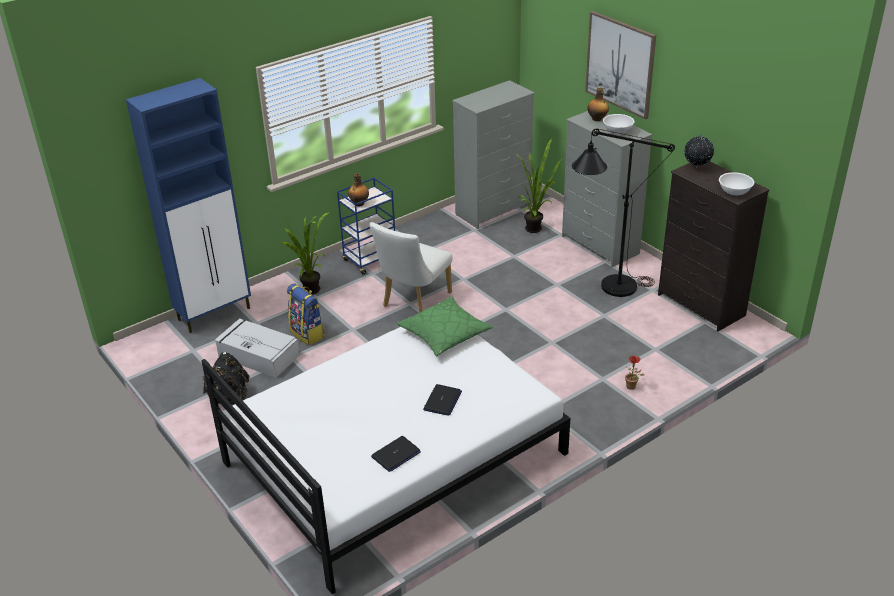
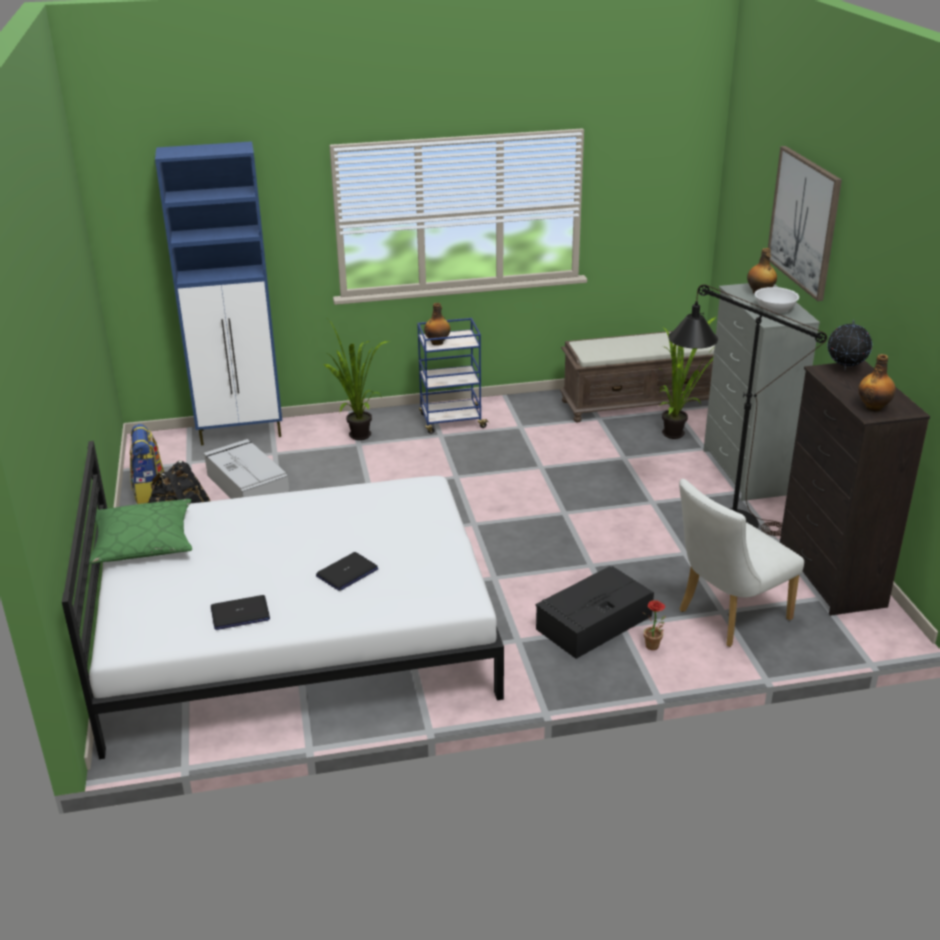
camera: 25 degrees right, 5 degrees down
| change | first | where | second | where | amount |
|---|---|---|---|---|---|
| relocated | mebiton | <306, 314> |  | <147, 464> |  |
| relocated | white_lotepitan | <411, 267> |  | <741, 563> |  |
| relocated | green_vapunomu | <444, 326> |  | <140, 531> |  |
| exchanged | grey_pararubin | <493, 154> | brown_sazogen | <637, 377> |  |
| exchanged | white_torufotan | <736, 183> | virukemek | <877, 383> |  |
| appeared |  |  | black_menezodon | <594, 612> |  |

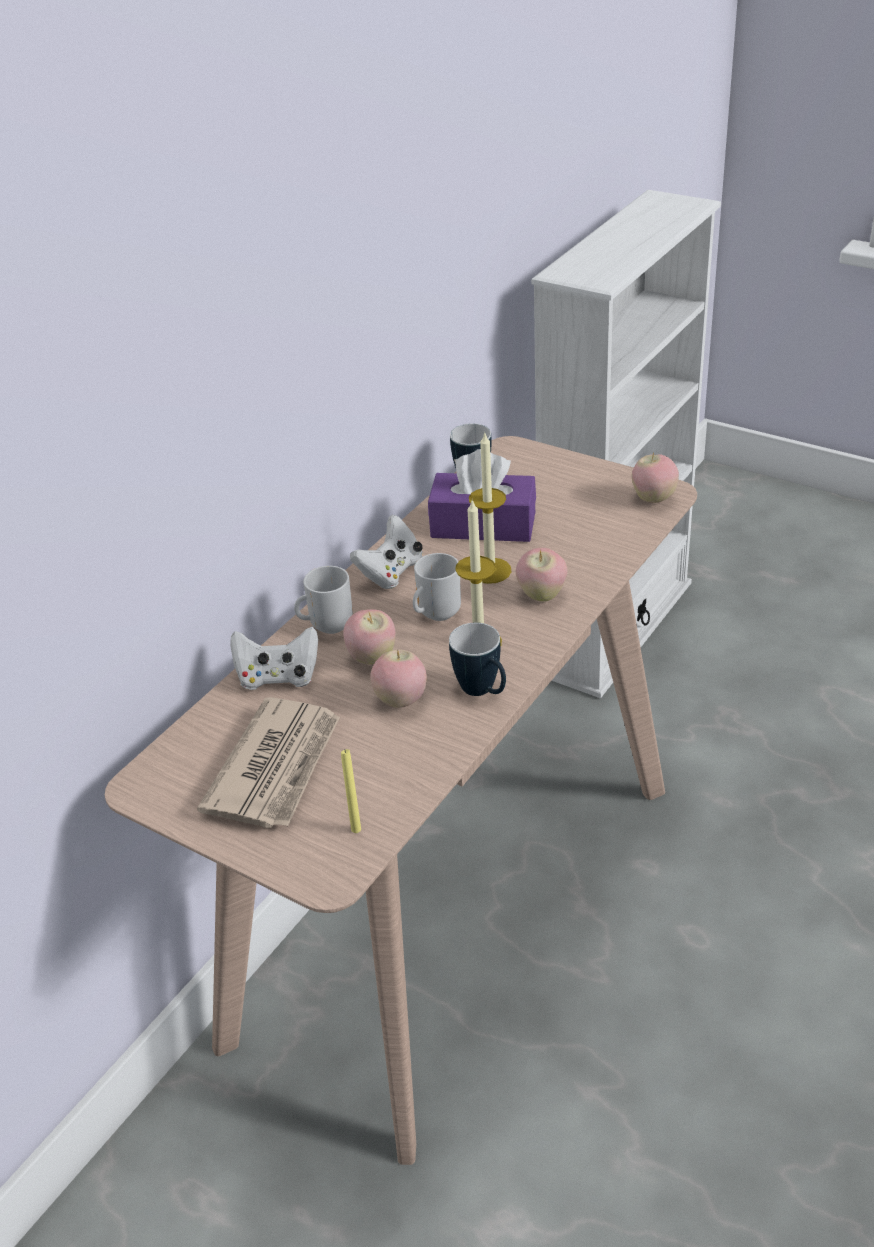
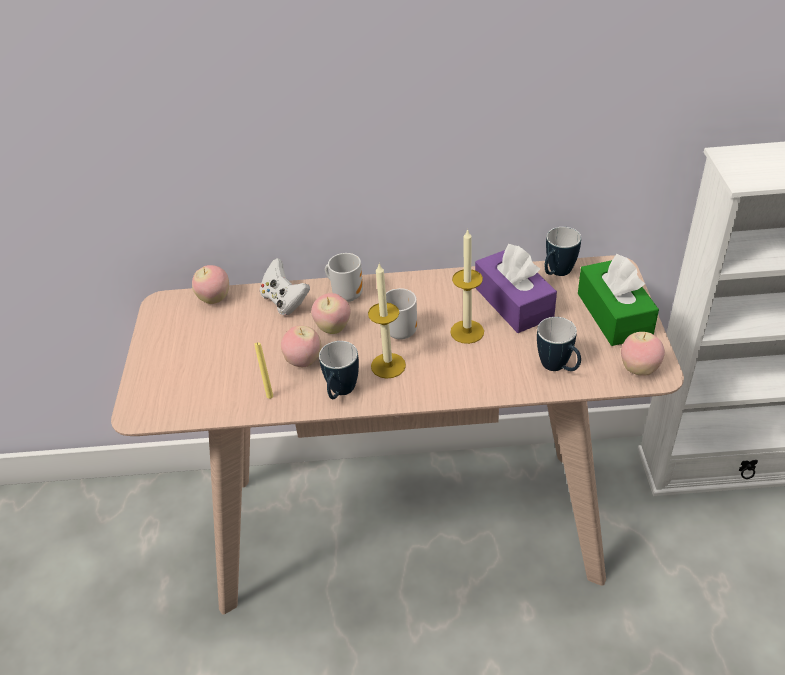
camera: 55 degrees right, 5 degrees up
| change | first | where | second | where | amount |
|---|---|---|---|---|---|
| missing | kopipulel | <268, 762> |  |  |  |
| relocated | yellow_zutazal | <351, 791> |  | <263, 371> |  |
| missing | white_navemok | <386, 552> |  |  |  |
| relocated | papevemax | <542, 575> |  | <210, 284> |  |
| appeared |  |  | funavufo | <559, 344> |  |
| appeared |  |  | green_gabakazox | <618, 300> |  |

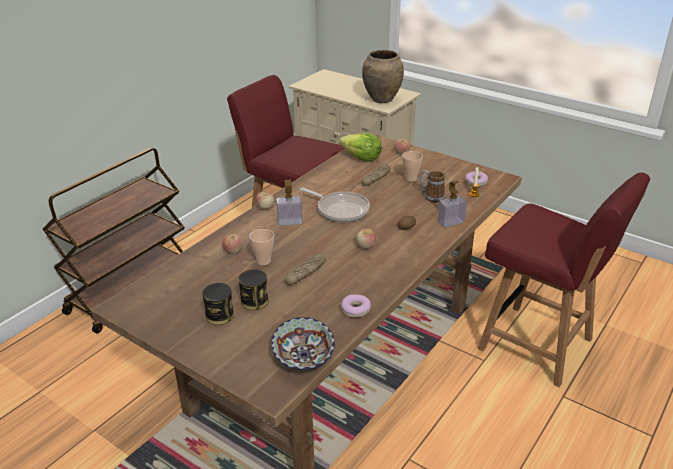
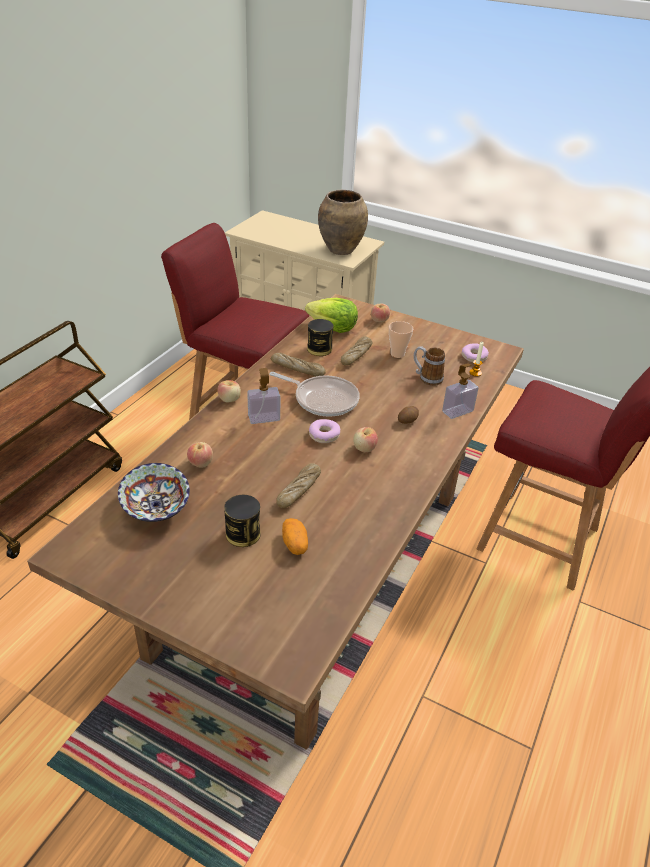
camera: 10 degrees left, 5 degrees up
| change | first | where | second | where | amount |
|---|---|---|---|---|---|
| relocated | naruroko | <218, 304> |  | <320, 337> |  |
| missing | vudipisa | <261, 247> |  |  |  |
| relocated | torufotan | <303, 343> |  | <154, 492> |  |
| relocated | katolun | <356, 306> |  | <324, 431> |  |
| appeared |  |  | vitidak | <298, 364> |  |
| appeared |  |  | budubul | <295, 536> |  |

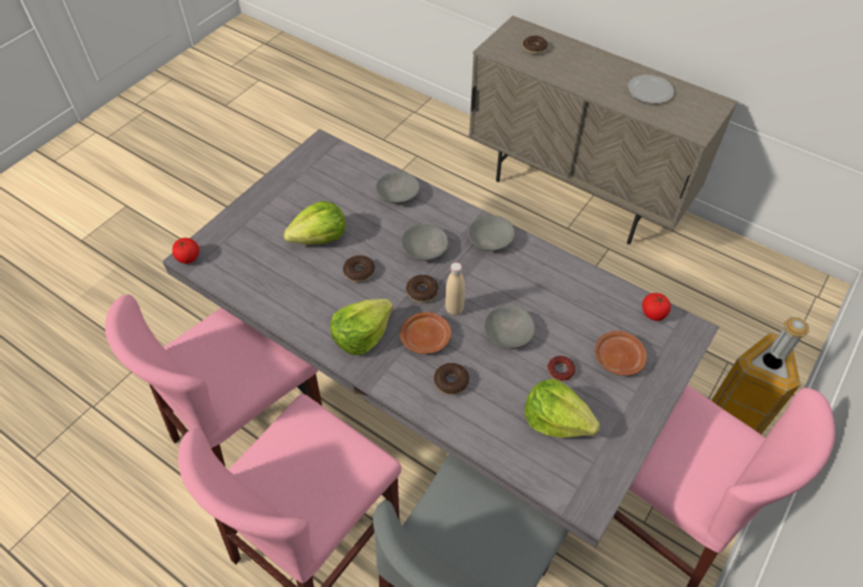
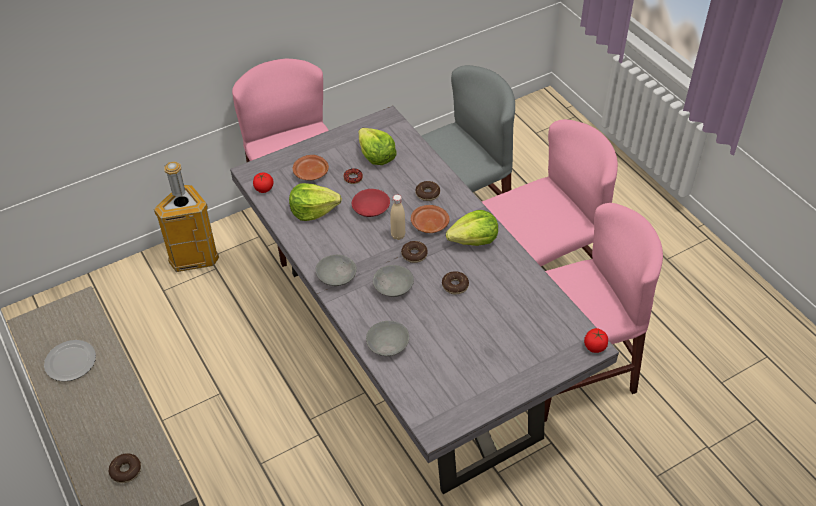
camera: 155 degrees left, 5 degrees down
| change | first | where | second | where | amount |
|---|---|---|---|---|---|
| relocated | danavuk | <315, 223> |  | <315, 202> |  |
| colour | grey_torufotan | <509, 327> | red_torufotan | <371, 203> |  |

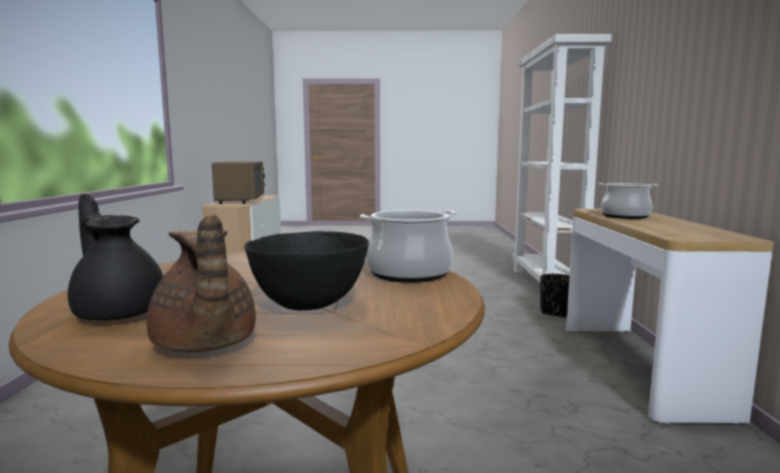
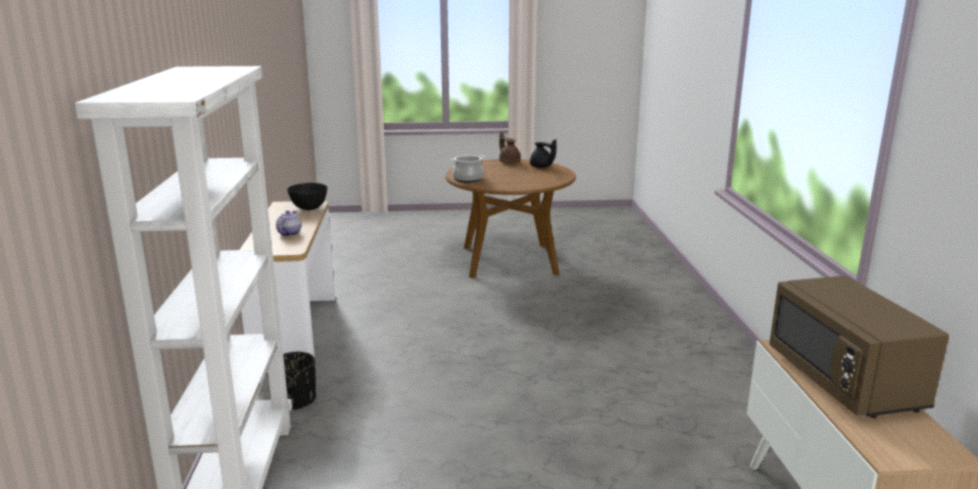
camera: 175 degrees right, 10 degrees up
| change | first | where | second | where | amount |
|---|---|---|---|---|---|
| relocated | black_torufotan | <306, 271> |  | <307, 196> |  |
| exchanged | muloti | <628, 201> | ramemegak | <288, 223> |  |

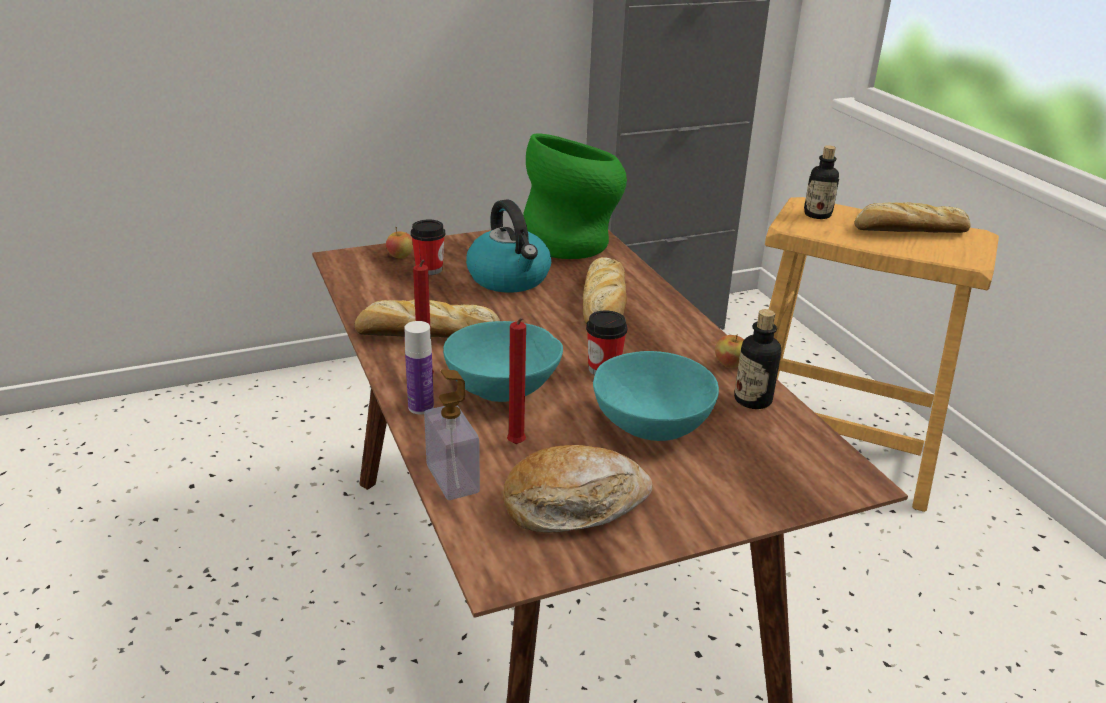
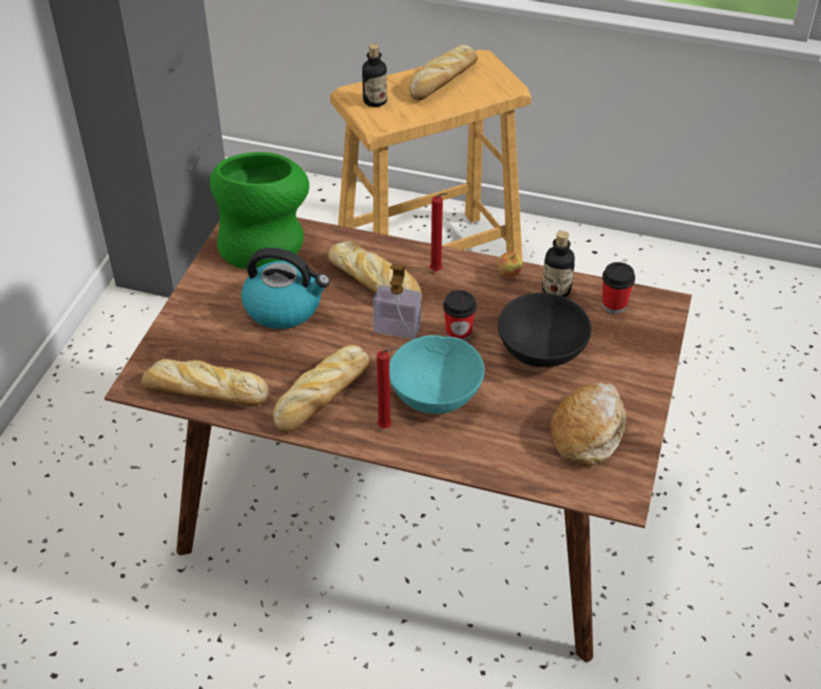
camera: 50 degrees left, 15 degrees up
| change | first | where | second | where | amount |
|---|---|---|---|---|---|
| missing | papevemax | <399, 243> |  |  |  |
| missing | virukemek | <419, 367> |  |  |  |
| relocated | vudipisa | <428, 247> |  | <618, 288> |  |
| relocated | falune | <452, 434> |  | <397, 301> |  |
| relocated | red_zutazal | <516, 381> |  | <439, 232> |  |
| colour | turquoise_torufotan | <656, 396> | black_torufotan | <544, 329> |  |
| appeared |  |  | vitidak | <205, 382> |  |

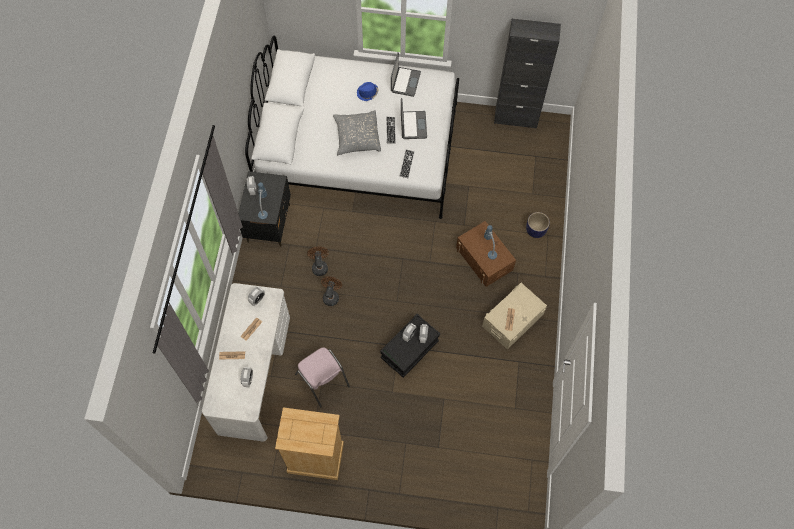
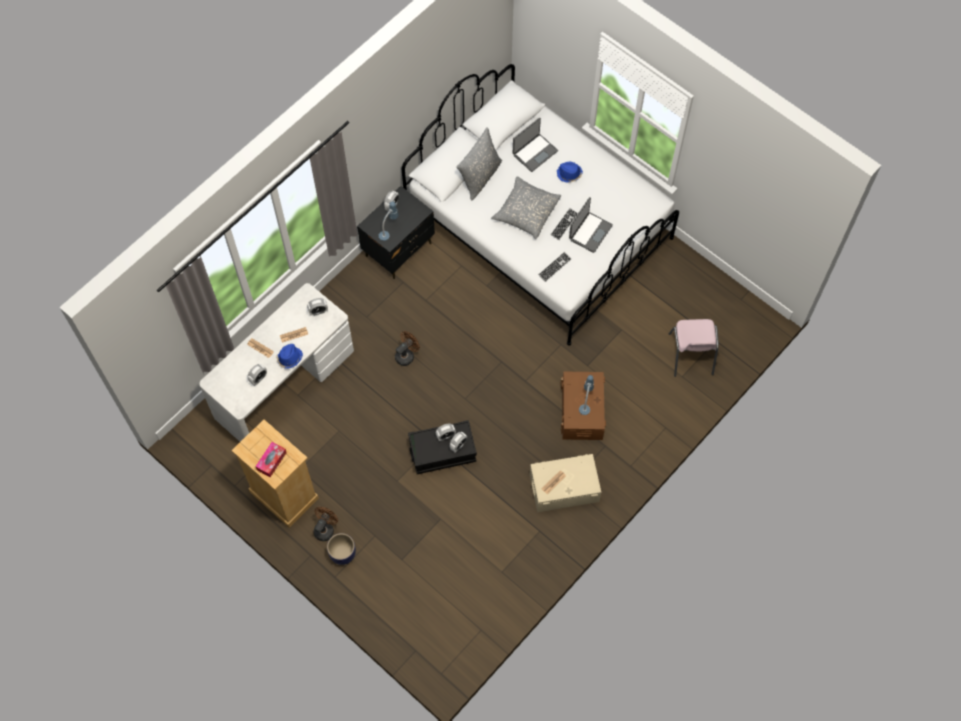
camera: 35 degrees right, 0 degrees up
| change | first | where | second | where | amount |
|---|---|---|---|---|---|
| relocated | pink_lotepitan | <322, 377> |  | <693, 348> |  |
| relocated | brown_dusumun | <318, 261> |  | <326, 524> |  |
| relocated | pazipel | <406, 74> |  | <535, 145> |  |
| missing | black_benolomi | <527, 74> |  |  |  |
| relocated | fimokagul | <538, 225> |  | <341, 549> |  |
| appeared |  |  | gabakazox | <271, 459> |  |
| appeared |  |  | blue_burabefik | <289, 356> |  |
| appeared |  |  | grey_vapunomu | <479, 163> |  |

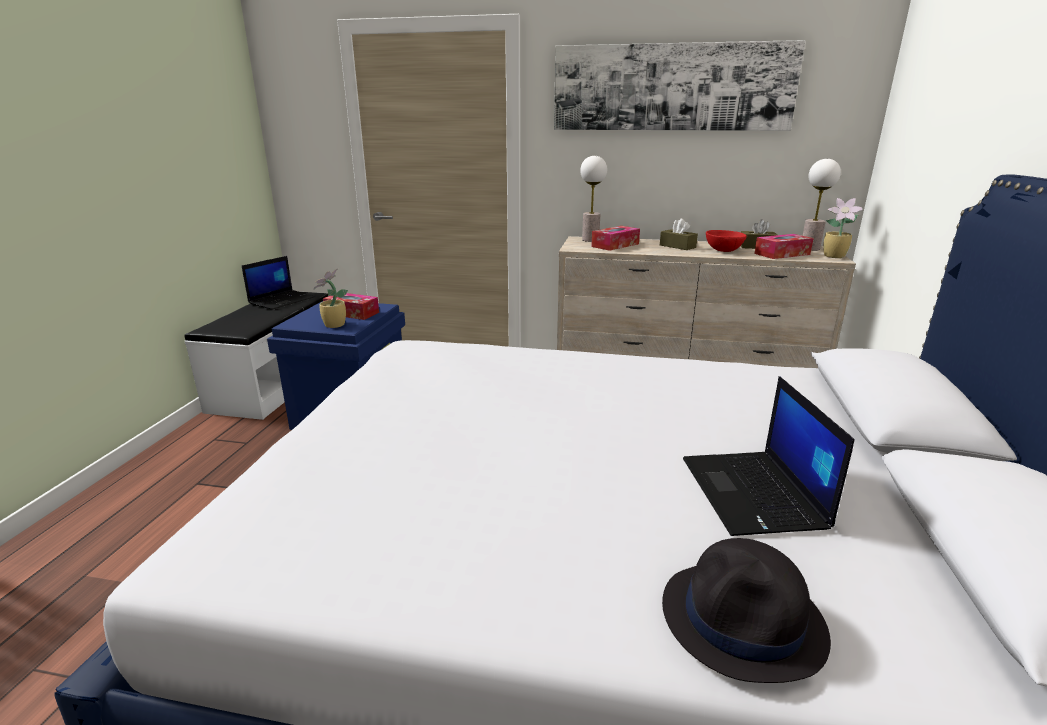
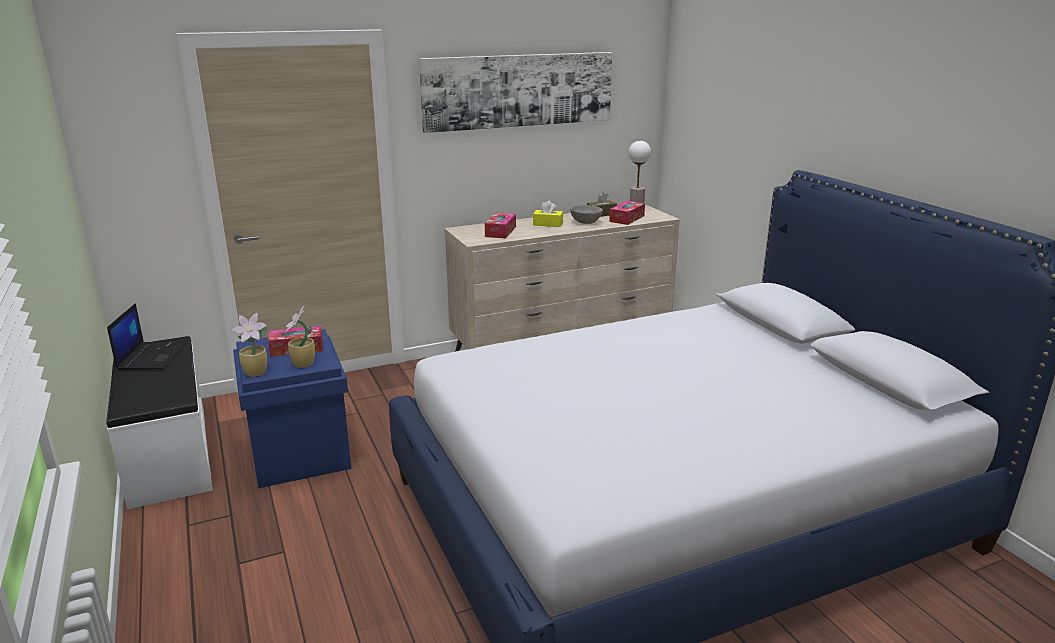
camera: 35 degrees left, 0 degrees up
| change | first | where | second | where | amount |
|---|---|---|---|---|---|
| missing | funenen | <593, 199> |  |  |  |
| colour | brown_gabakazox | <679, 234> | yellow_gabakazox | <548, 214> |  |
| missing | black_burabefik | <746, 610> |  |  |  |
| missing | pazipel | <768, 456> |  |  |  |
| colour | red_torufotan | <726, 241> | grey_torufotan | <586, 214> |  |
| relocated | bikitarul | <844, 228> |  | <249, 345> |  |

